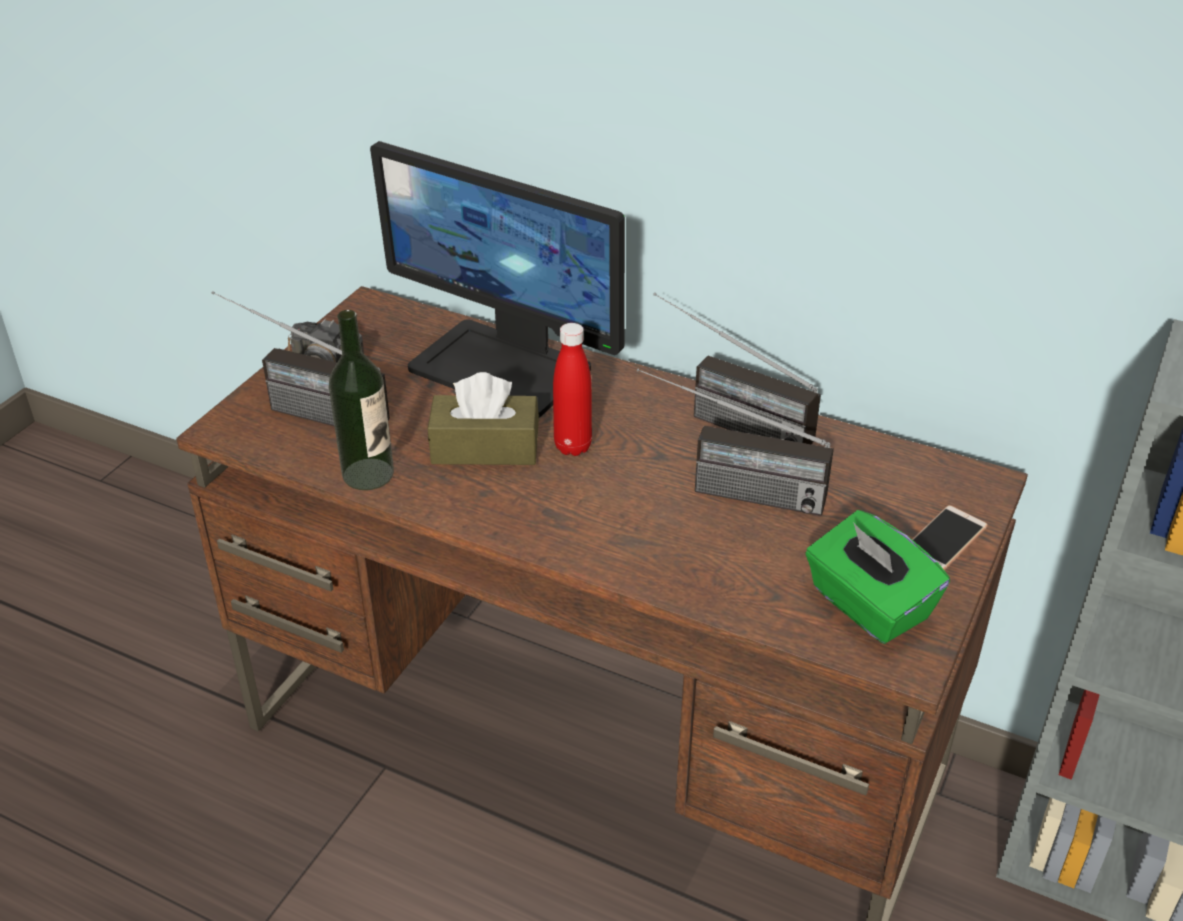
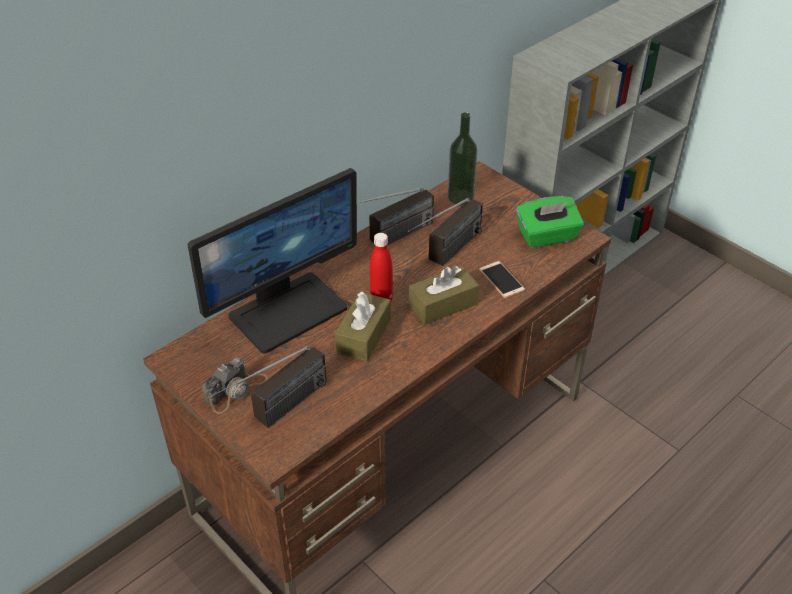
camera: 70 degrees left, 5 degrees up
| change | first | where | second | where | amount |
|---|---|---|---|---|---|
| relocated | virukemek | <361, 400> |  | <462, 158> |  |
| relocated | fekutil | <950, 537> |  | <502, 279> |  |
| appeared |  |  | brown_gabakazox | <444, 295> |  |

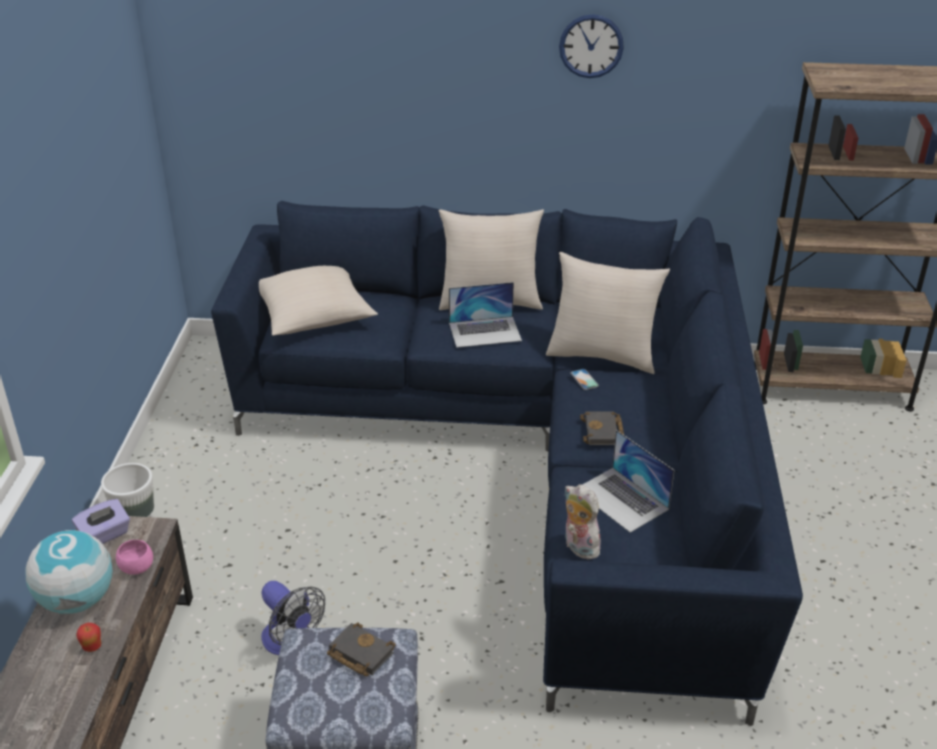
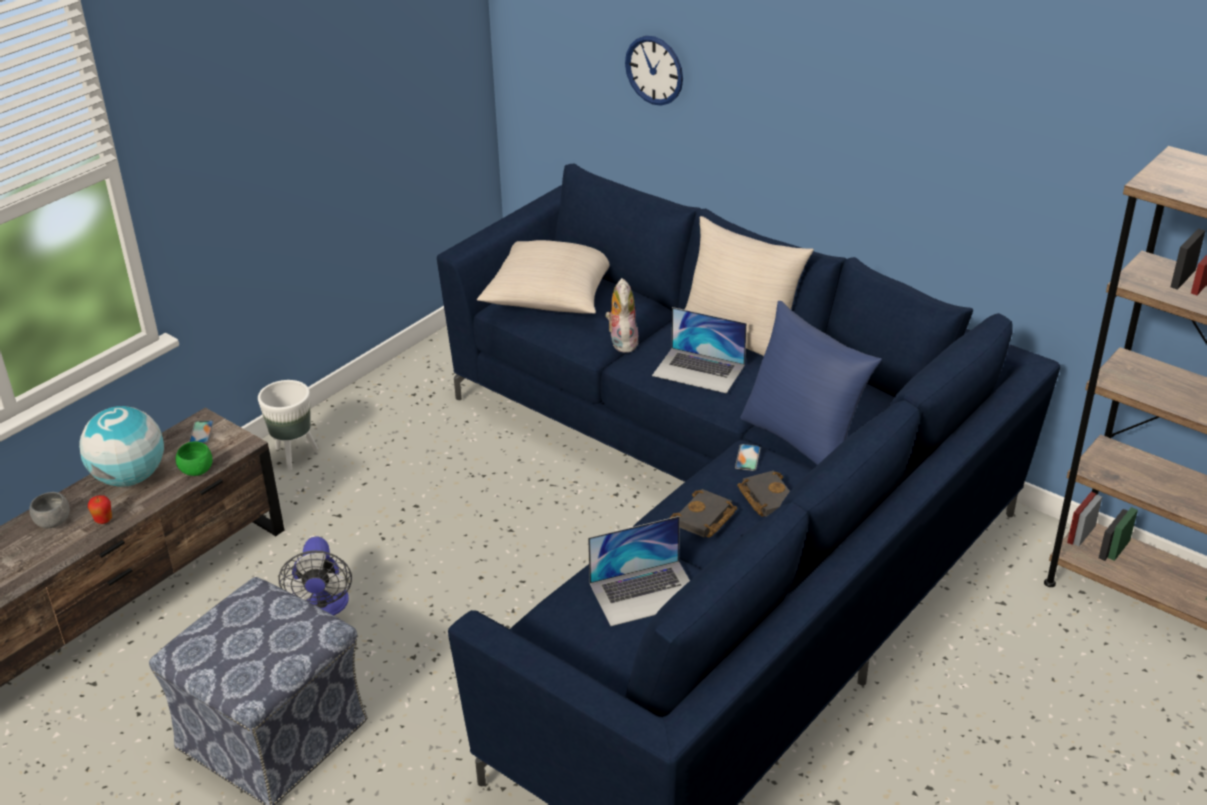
camera: 35 degrees right, 0 degrees up
| change | first | where | second | where | amount |
|---|---|---|---|---|---|
| exchanged | purple_gabakazox | <101, 521> | fekutil | <201, 431> |  |
| colour | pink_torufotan | <134, 557> | green_torufotan | <194, 459> |  |
| relocated | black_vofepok | <361, 649> |  | <763, 493> |  |
| colour | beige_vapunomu | <608, 313> | blue_vapunomu | <811, 383> |  |
| relocated | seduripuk | <591, 46> |  | <654, 71> |  |
| relocated | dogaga | <582, 522> |  | <621, 315> |  |
| spun | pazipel | <628, 481> |  | <639, 571> | 105 degrees counterclockwise |
| appeared |  |  | grey_torufotan | <49, 510> |  |

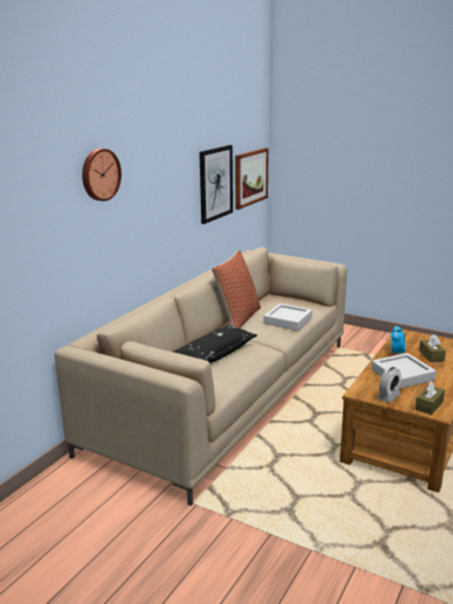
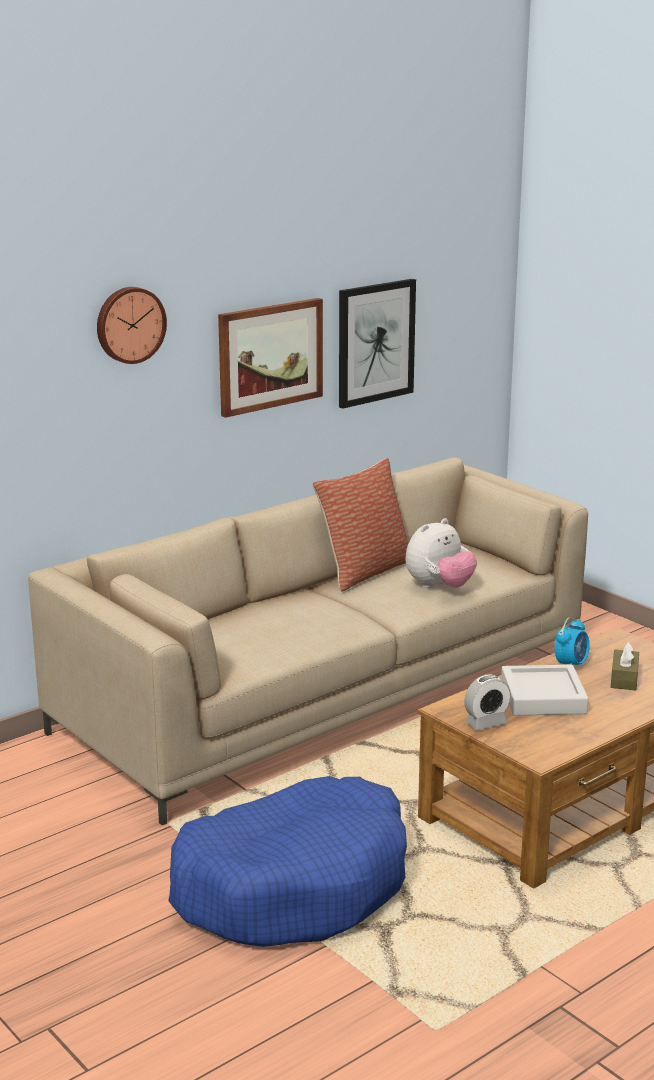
camera: 20 degrees right, 0 degrees up
| change | first | where | second | where | amount |
|---|---|---|---|---|---|
| missing | black_vapunomu | <215, 344> |  |  |  |
| relocated | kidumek | <252, 179> |  | <270, 358> |  |
| exchanged | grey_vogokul | <288, 317> | dogaga | <441, 553> |  |
| missing | brown_gabakazox | <430, 398> |  |  |  |
| appeared |  |  | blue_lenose | <287, 861> |  |

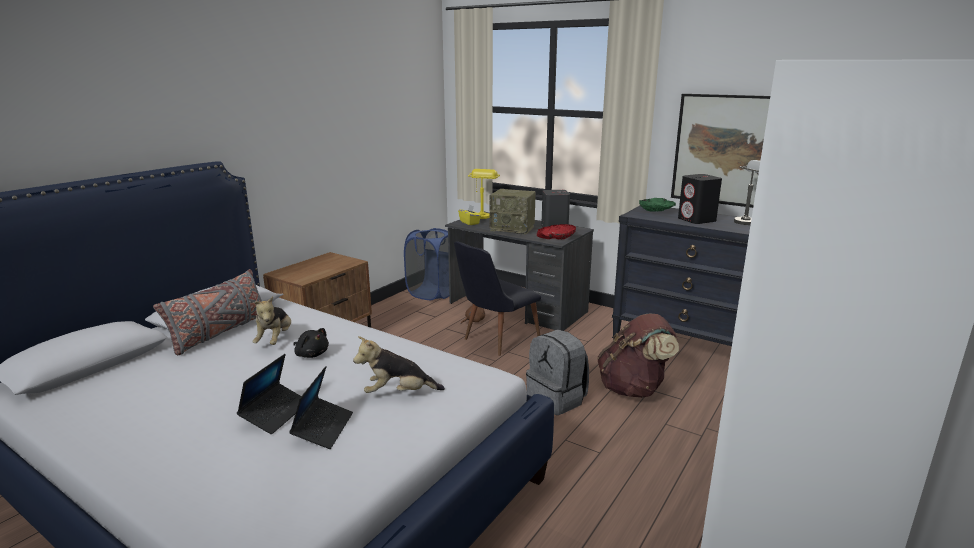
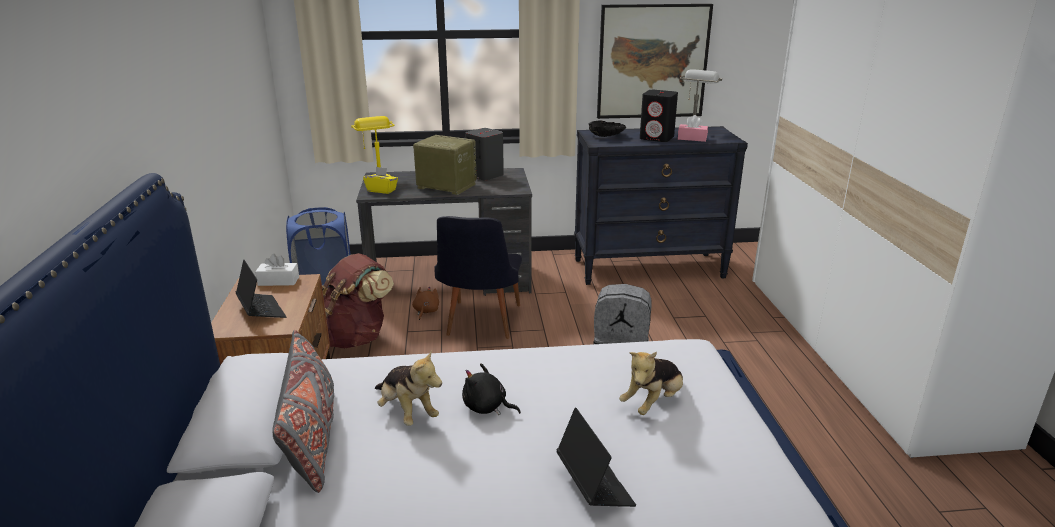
camera: 40 degrees left, 5 degrees up
| change | first | where | second | where | amount |
|---|---|---|---|---|---|
| relocated | pazipel | <321, 407> |  | <261, 289> |  |
| spun | black_dogaga | <311, 343> |  | <491, 389> | 150 degrees counterclockwise |
| spun | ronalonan | <512, 212> |  | <445, 165> | 135 degrees counterclockwise |
| missing | red_torufotan | <556, 231> |  |  |  |
| relocated | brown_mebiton | <638, 355> |  | <358, 301> |  |
| colour | green_torufotan | <657, 204> | black_torufotan | <607, 128> |  |
| appeared |  |  | white_gabakazox | <277, 270> |  |
| appeared |  |  | pink_gabakazox | <693, 128> |  |

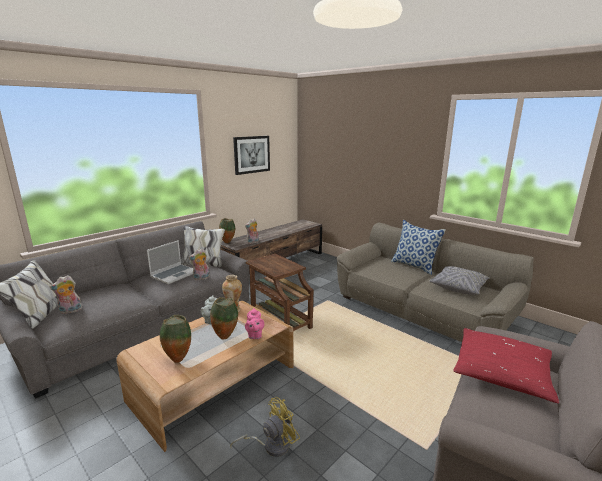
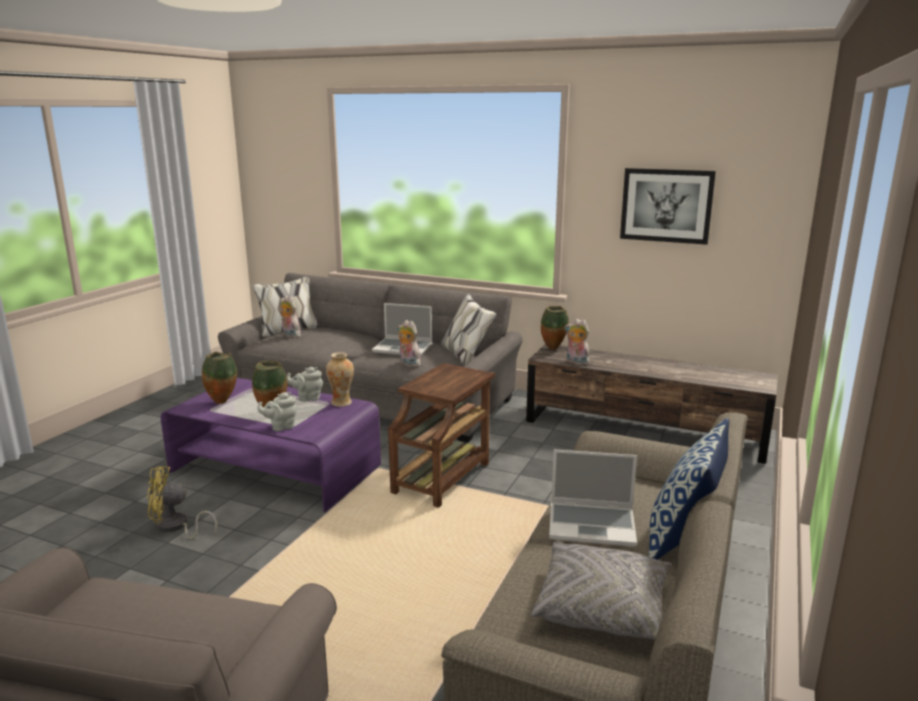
camera: 70 degrees right, 0 degrees up
| change | first | where | second | where | amount |
|---|---|---|---|---|---|
| colour | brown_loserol | <205, 376> | purple_loserol | <271, 445> |  |
| spun | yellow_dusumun | <265, 427> |  | <182, 502> | 135 degrees clockwise |
| colour | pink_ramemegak | <254, 323> | grey_ramemegak | <277, 412> |  |
| missing | red_vapunomu | <506, 366> |  |  |  |
| appeared |  |  | pazipel | <593, 498> |  |

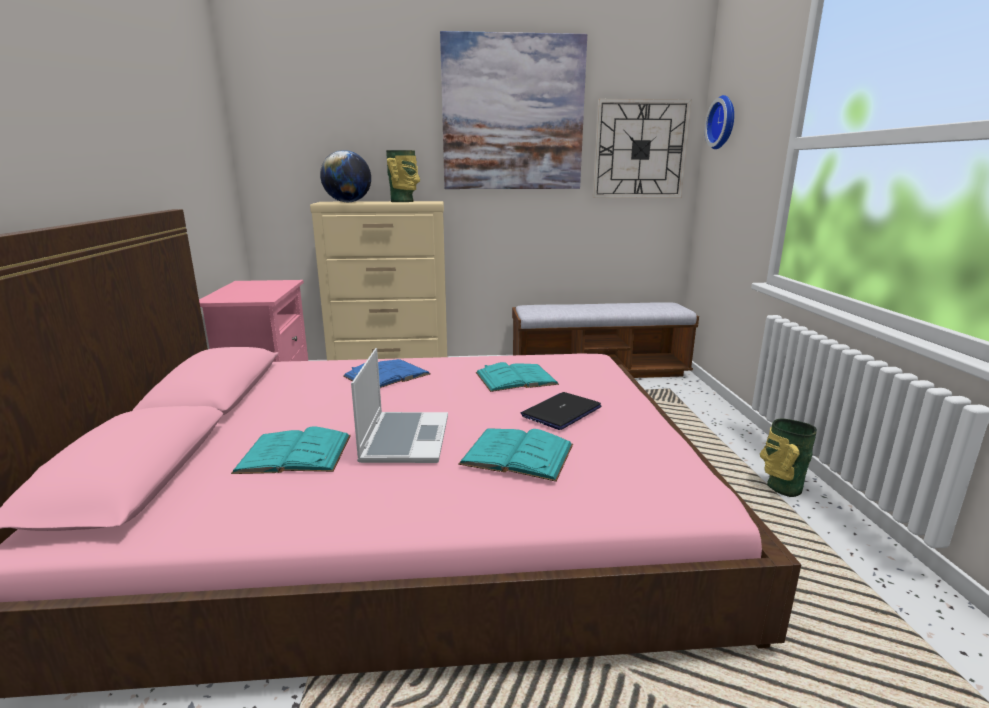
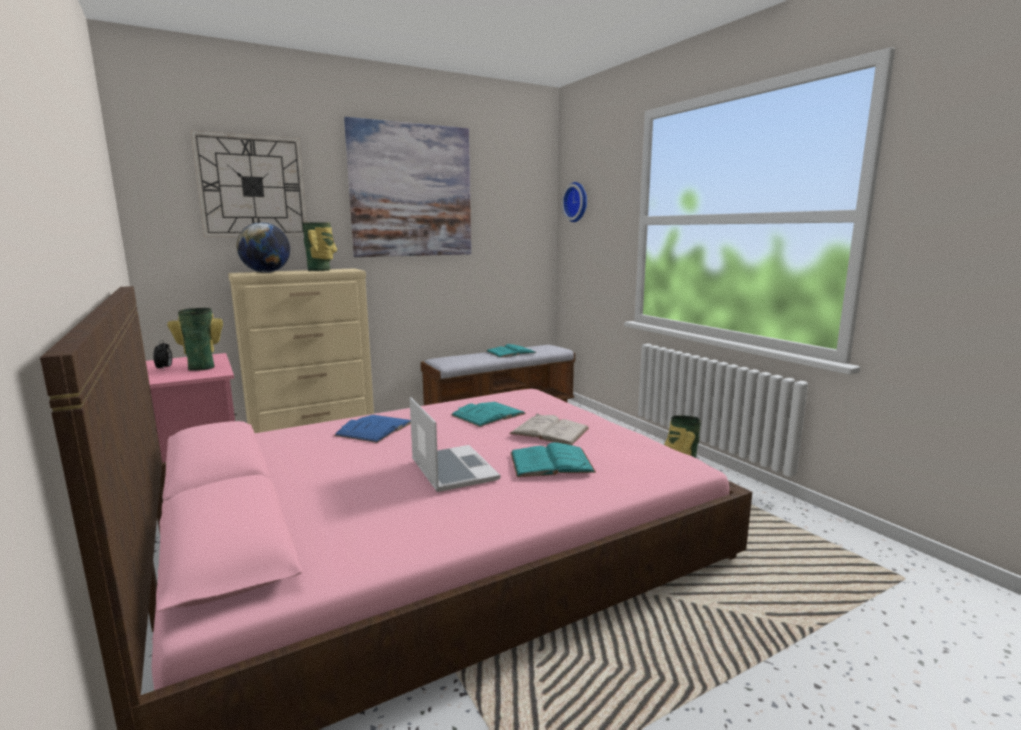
camera: 25 degrees left, 5 degrees down
| change | first | where | second | where | amount |
|---|---|---|---|---|---|
| relocated | turquoise_vofepok | <291, 450> |  | <511, 351> |  |
| exchanged | pazipel | <561, 411> | white_vofepok | <549, 429> |  |
| relocated | seduripuk | <642, 148> |  | <249, 184> |  |
| appeared |  |  | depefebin | <162, 355> |  |
| appeared |  |  | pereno | <195, 339> |  |

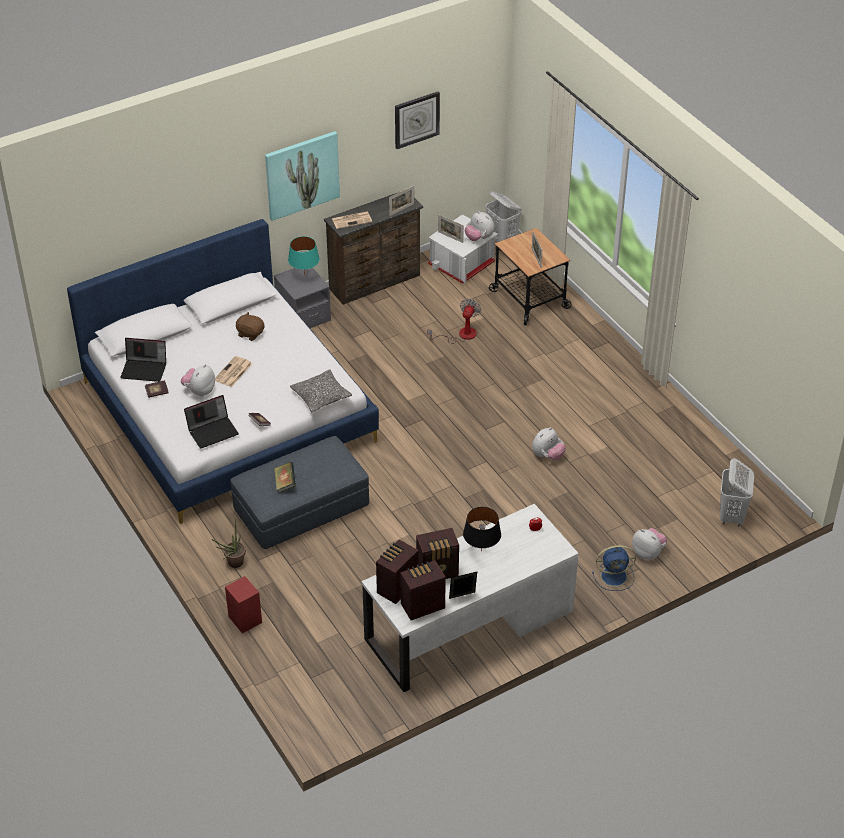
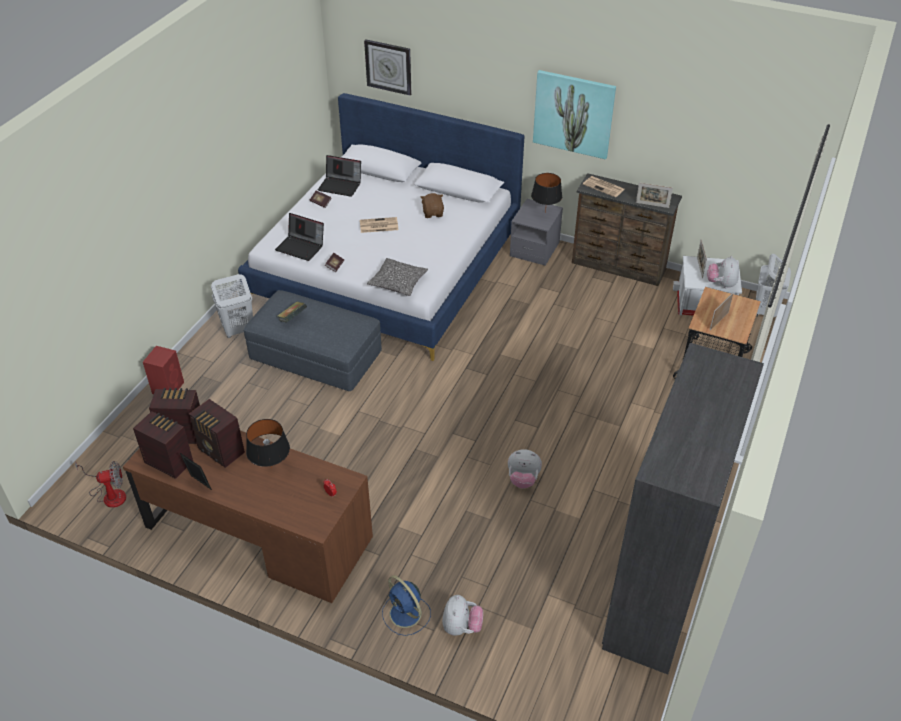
camera: 55 degrees right, 0 degrees up
| change | first | where | second | where | amount |
|---|---|---|---|---|---|
| spun | pazipel | <143, 360> |  | <339, 176> | 45 degrees counterclockwise |
| missing | dogaga | <198, 380> |  |  |  |
| missing | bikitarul | <229, 544> |  |  |  |
| colour | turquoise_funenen | <304, 255> | black_funenen | <546, 193> |  |
| colour | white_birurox | <470, 598> | brown_birurox | <248, 517> |  |
| relocated | seduripuk | <417, 120> |  | <388, 67> |  |
| relocated | dusumun | <454, 321> |  | <100, 484> |  |
| relocated | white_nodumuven | <737, 492> |  | <232, 306> |  |
| appeared |  |  | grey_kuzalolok | <683, 509> |  |

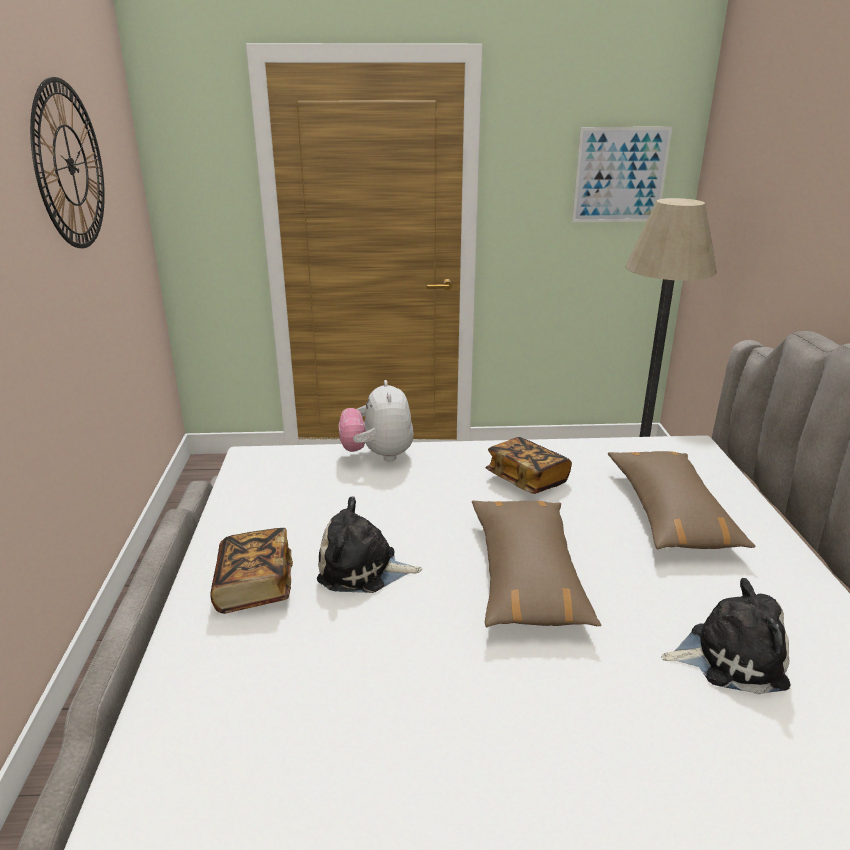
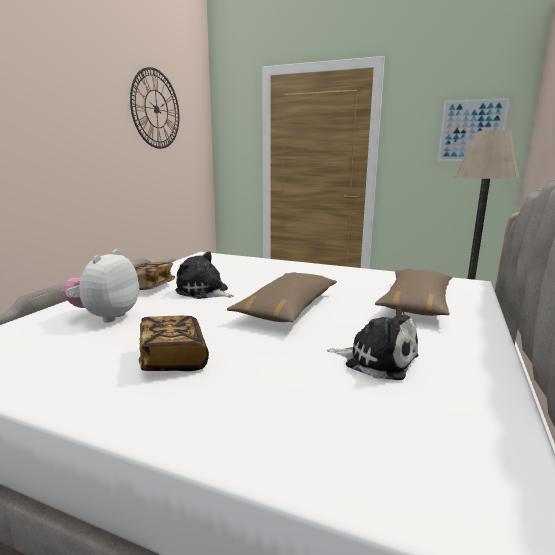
camera: 25 degrees right, 10 degrees down
| change | first | where | second | where | amount |
|---|---|---|---|---|---|
| relocated | dogaga | <376, 421> |  | <100, 286> |  |
| relocated | vofepok | <529, 465> |  | <174, 343> |  |

